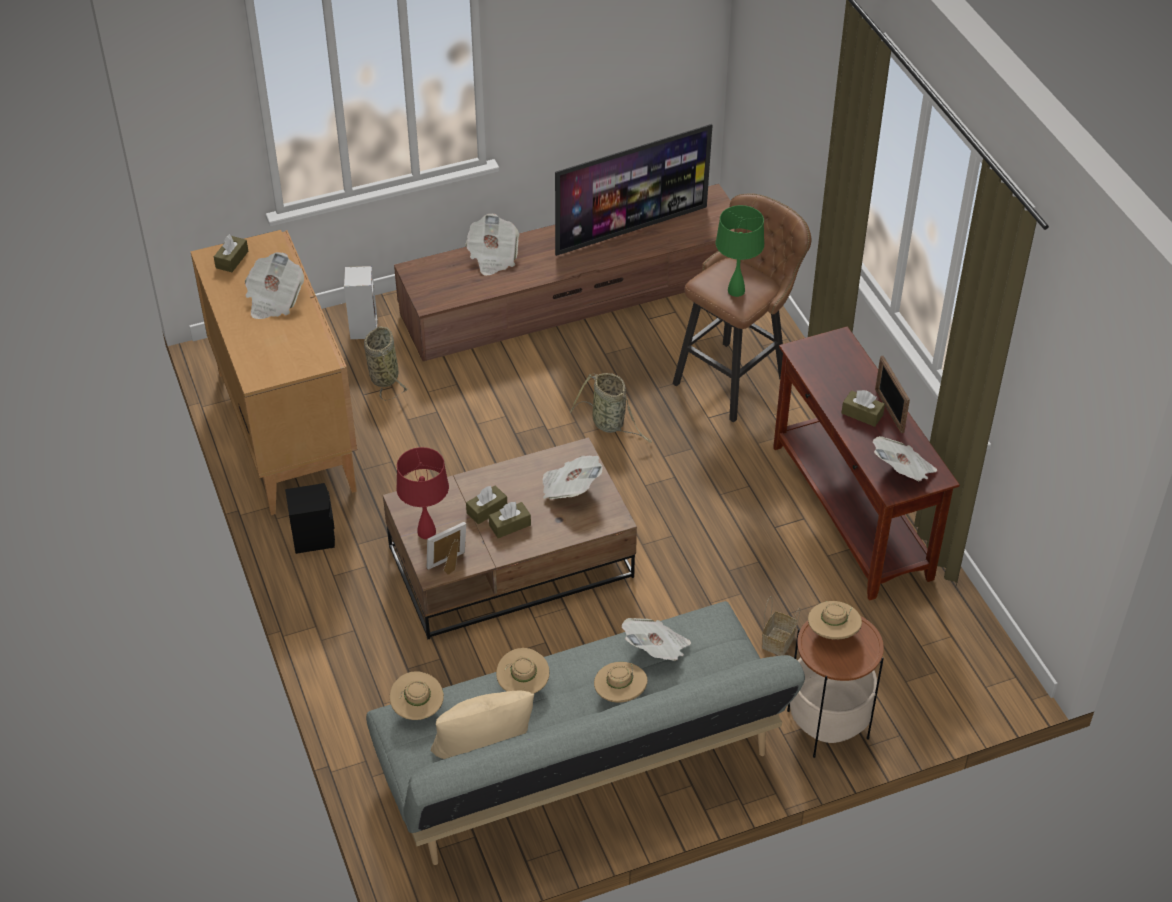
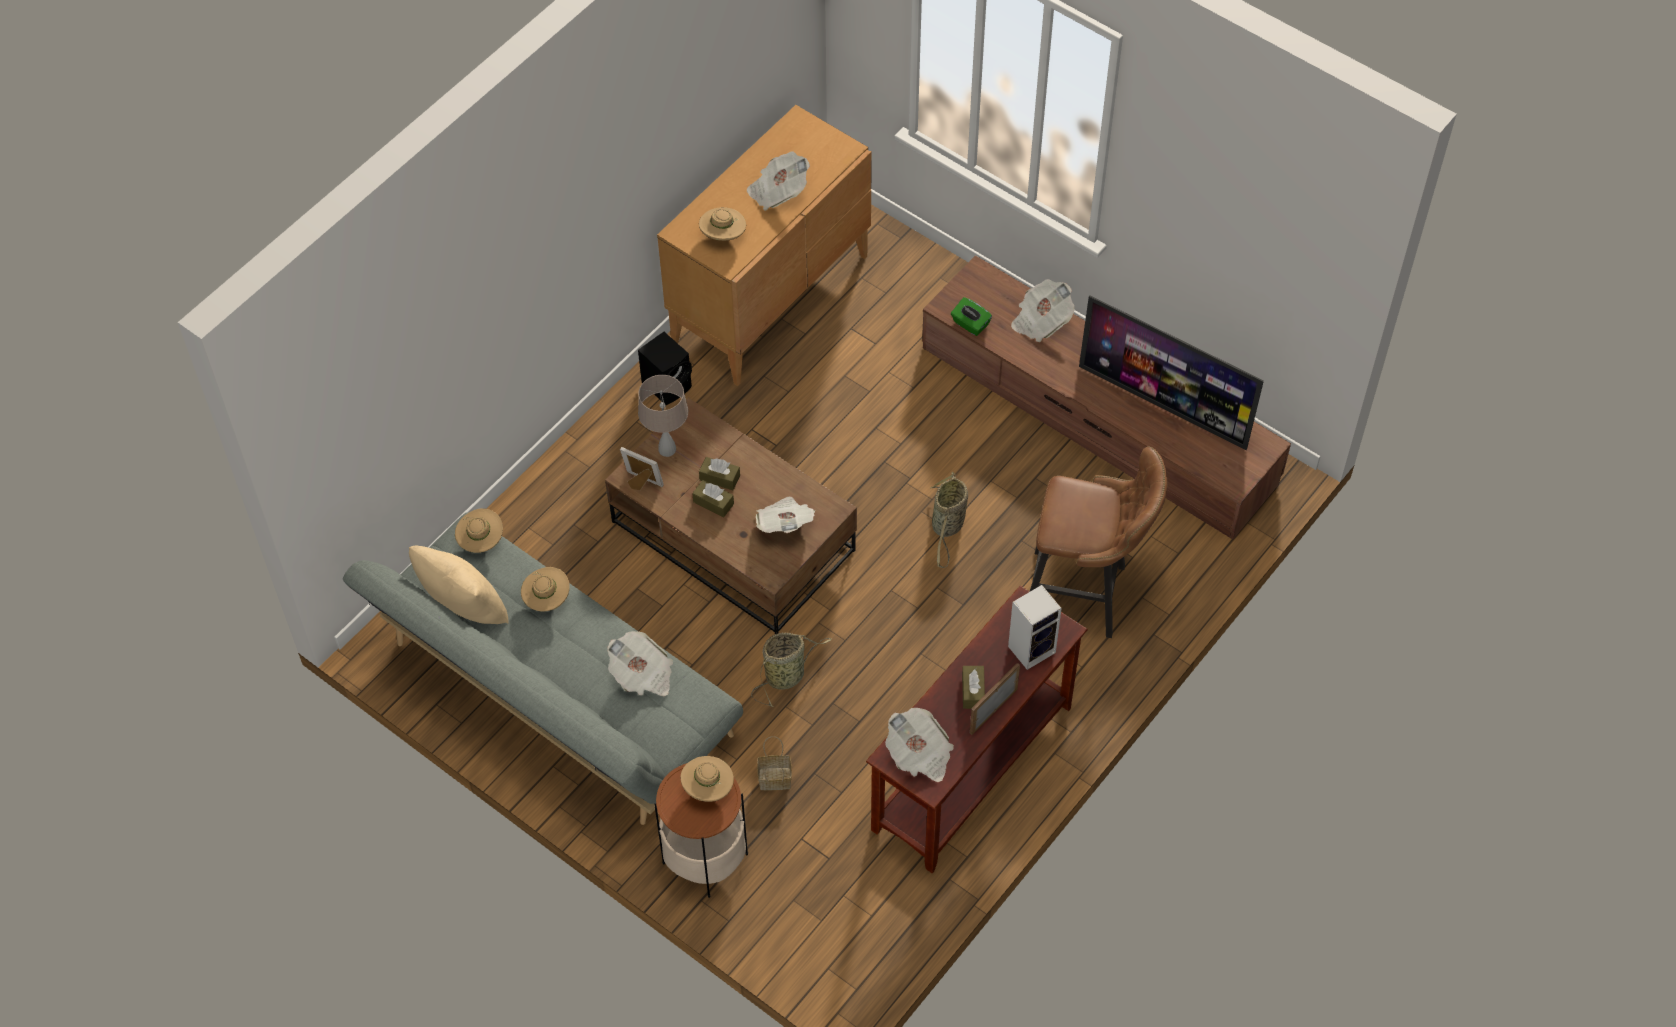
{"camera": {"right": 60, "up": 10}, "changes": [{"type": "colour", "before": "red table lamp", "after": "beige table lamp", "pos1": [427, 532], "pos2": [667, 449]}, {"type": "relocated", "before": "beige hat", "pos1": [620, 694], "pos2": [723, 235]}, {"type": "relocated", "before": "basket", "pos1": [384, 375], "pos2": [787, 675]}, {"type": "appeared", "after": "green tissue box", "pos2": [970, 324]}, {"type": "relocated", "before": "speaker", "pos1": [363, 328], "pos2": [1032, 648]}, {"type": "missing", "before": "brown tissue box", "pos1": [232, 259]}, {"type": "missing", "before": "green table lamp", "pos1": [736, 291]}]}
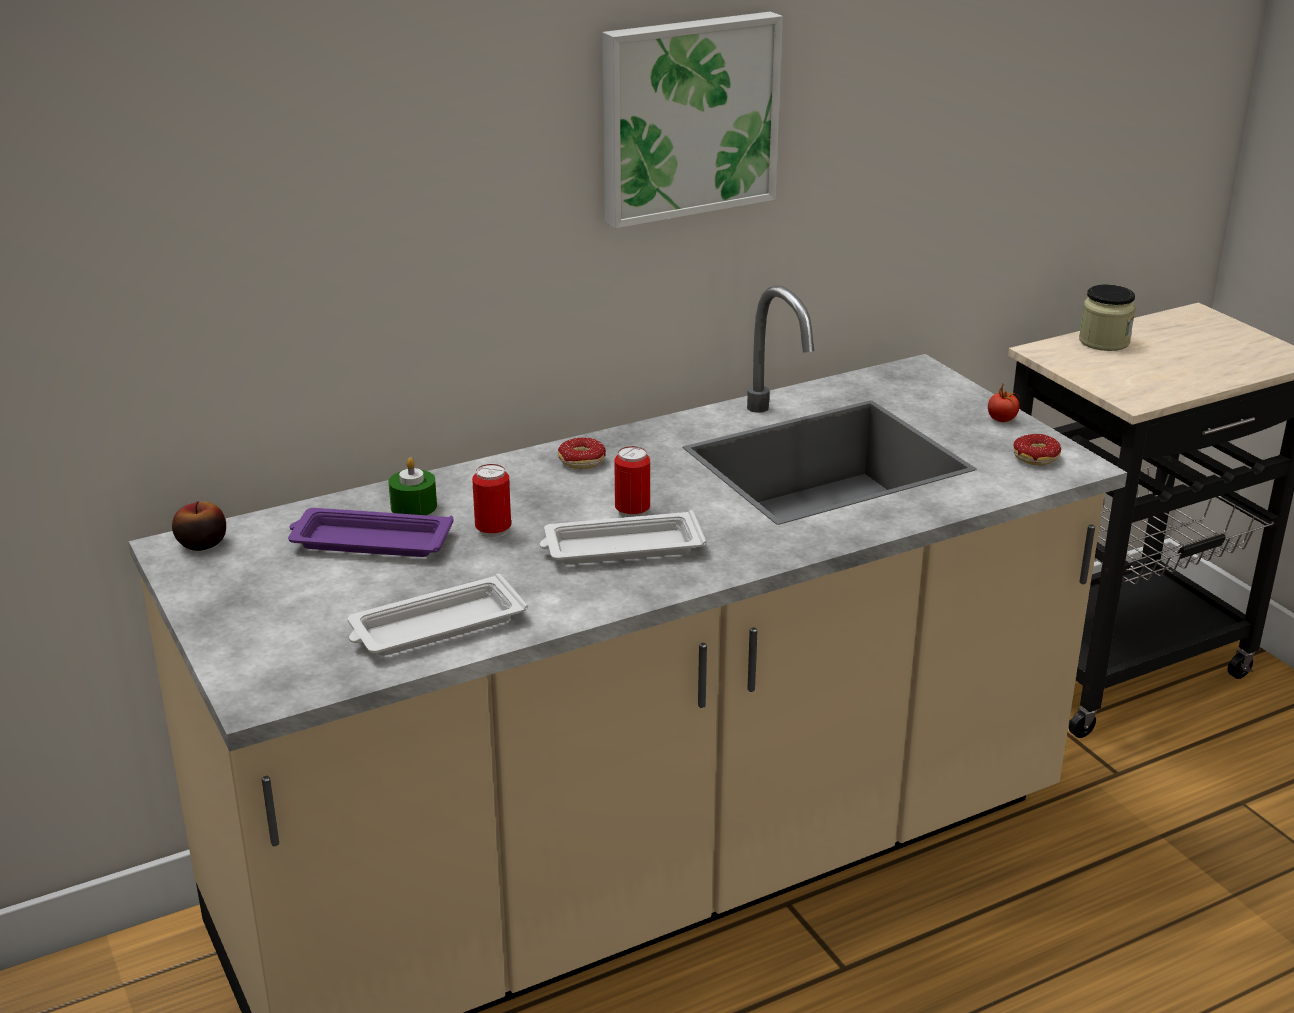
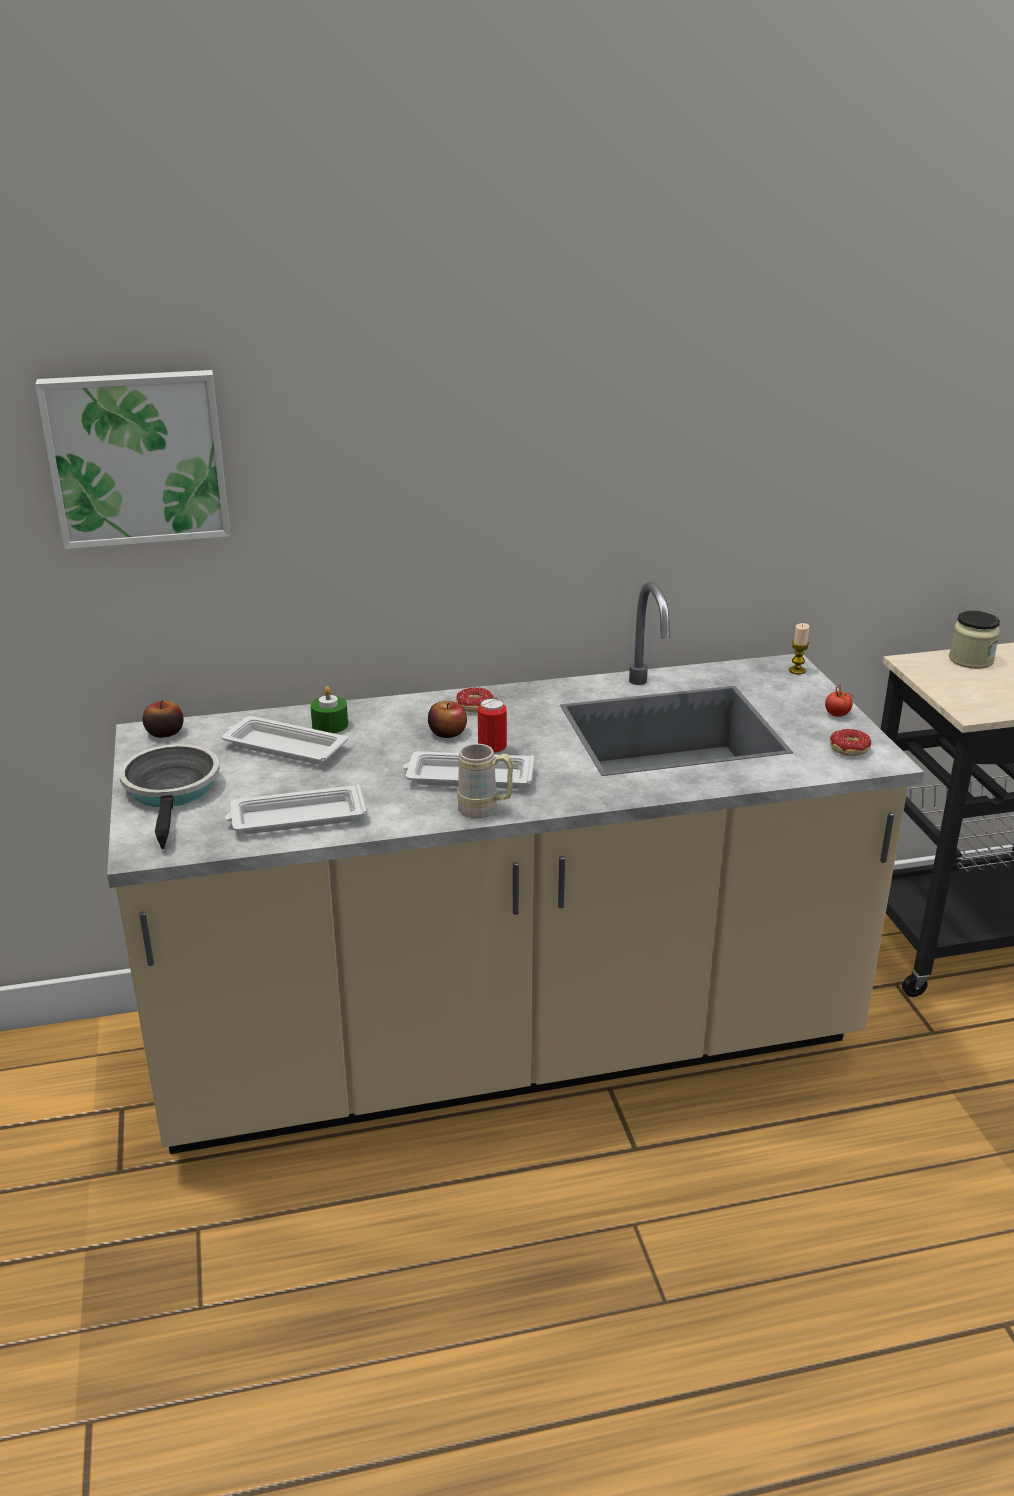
{"camera": {"right": 15, "up": 0}, "changes": [{"type": "relocated", "before": "picture", "pos1": [687, 117], "pos2": [137, 457]}, {"type": "appeared", "after": "frying pan", "pos2": [172, 791]}, {"type": "colour", "before": "purple tray", "after": "white tray", "pos1": [369, 541], "pos2": [283, 747]}, {"type": "appeared", "after": "apple", "pos2": [447, 732]}, {"type": "appeared", "after": "beige mug", "pos2": [485, 810]}, {"type": "appeared", "after": "candle", "pos2": [797, 670]}, {"type": "missing", "before": "can", "pos1": [493, 531]}]}
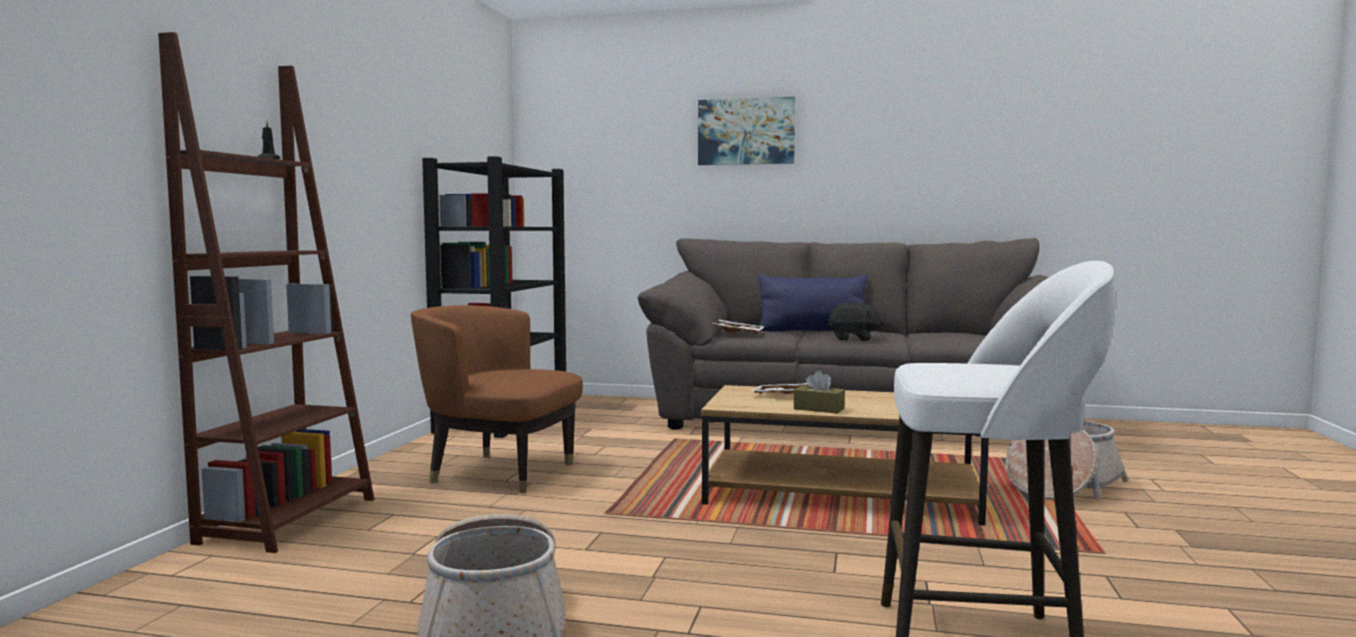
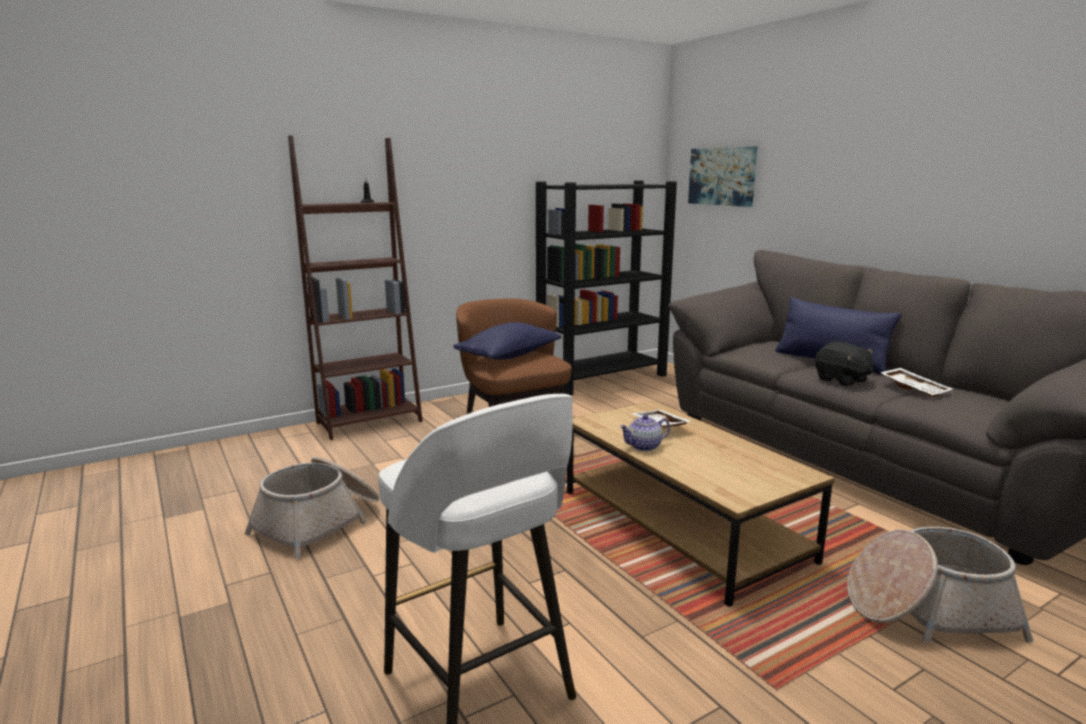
{"camera": {"right": 45, "up": 10}, "changes": [{"type": "appeared", "after": "blue pillow", "pos2": [508, 356]}, {"type": "exchanged", "before": "brown tissue box", "after": "teapot", "pos1": [819, 409], "pos2": [644, 446]}, {"type": "relocated", "before": "picture", "pos1": [746, 131], "pos2": [722, 176]}, {"type": "relocated", "before": "white tray", "pos1": [737, 332], "pos2": [915, 389]}]}
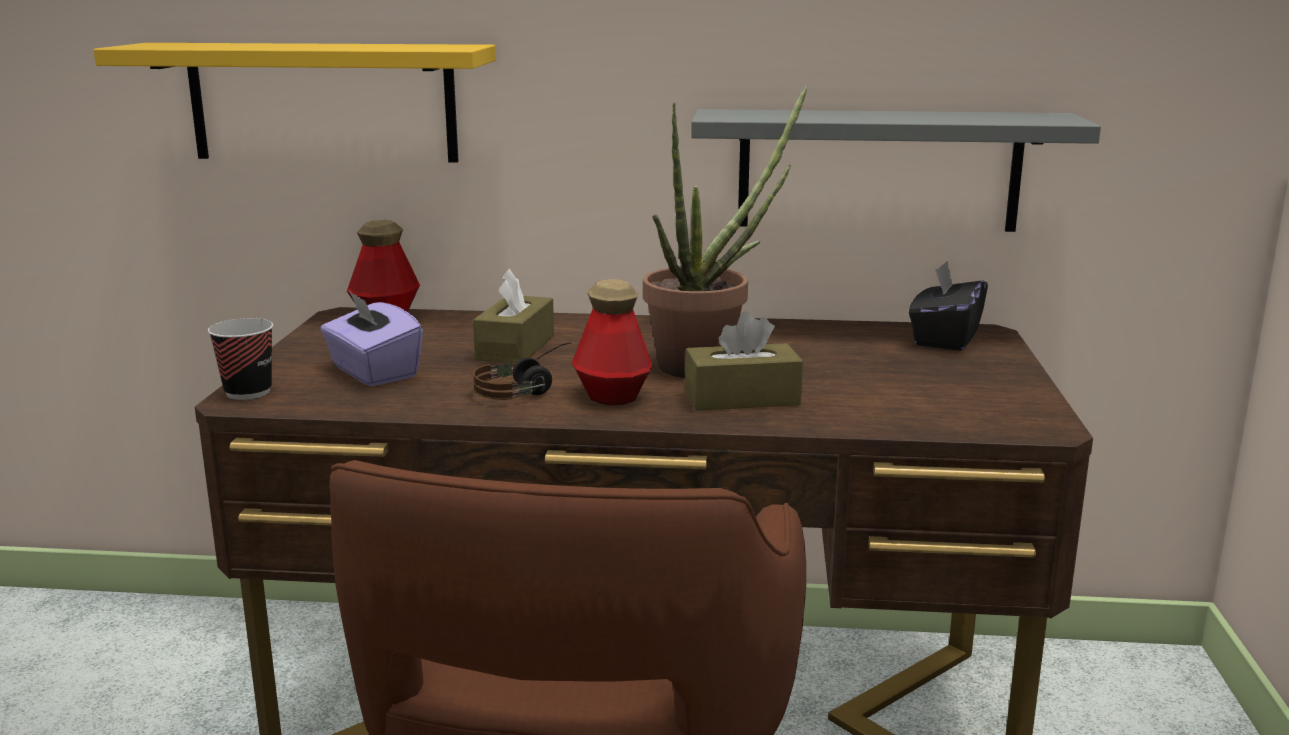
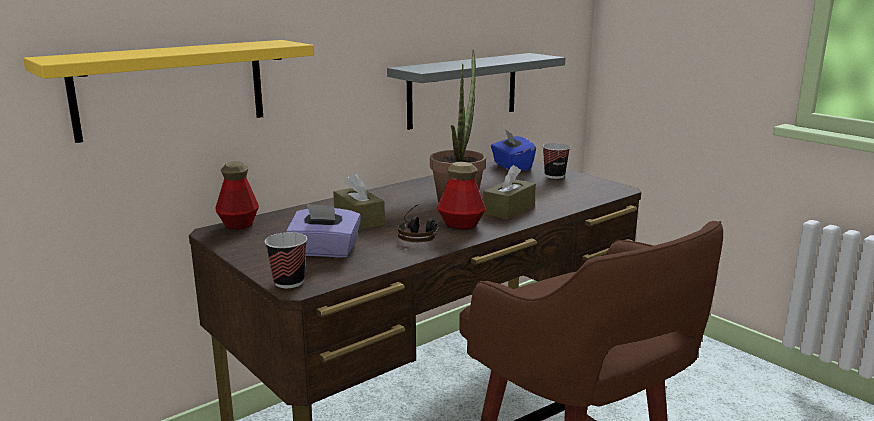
{"camera": {"right": -45, "up": 0}, "changes": [{"type": "colour", "before": "black tissue box", "after": "blue tissue box", "pos1": [945, 338], "pos2": [511, 166]}, {"type": "appeared", "after": "cup", "pos2": [554, 176]}]}
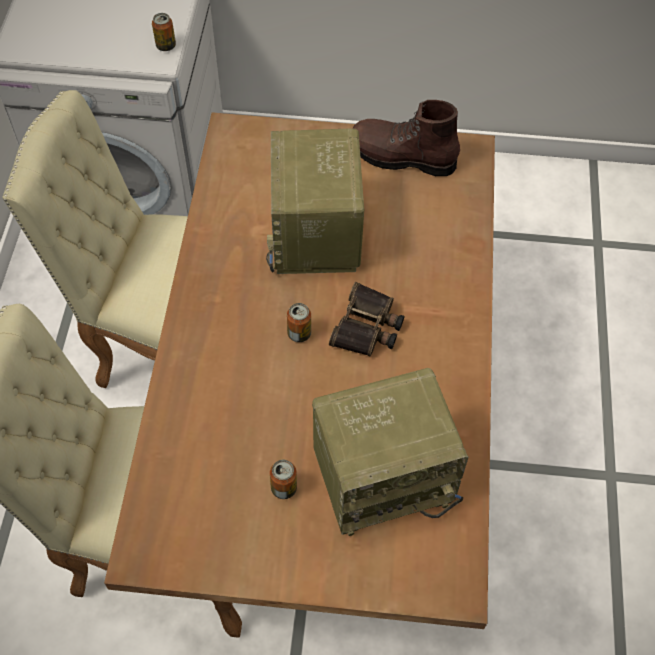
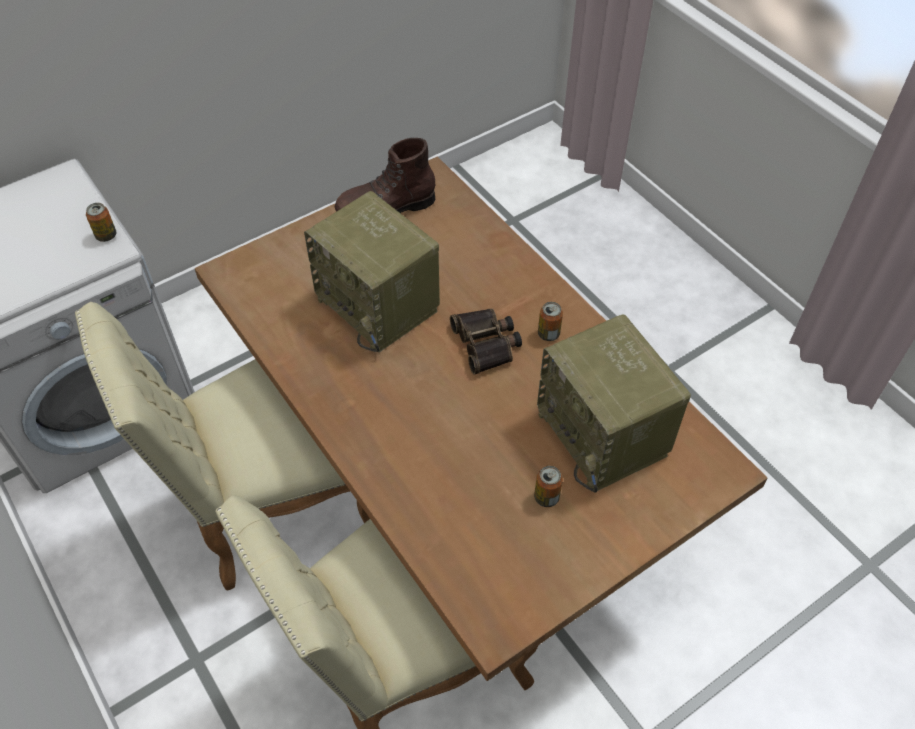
{"camera": {"right": -40, "up": -5}, "changes": [{"type": "spun", "before": "radio", "pos1": [384, 475], "pos2": [604, 434], "turn": 120}, {"type": "relocated", "before": "can", "pos1": [299, 333], "pos2": [548, 334]}]}
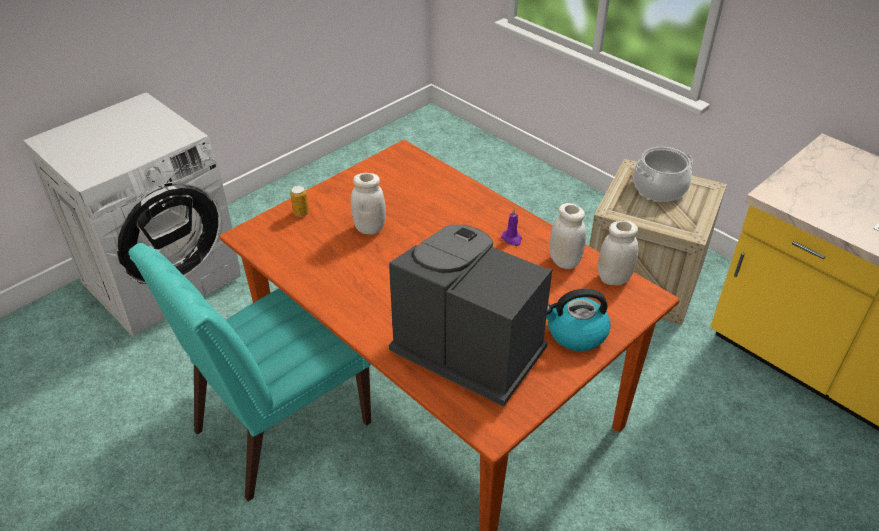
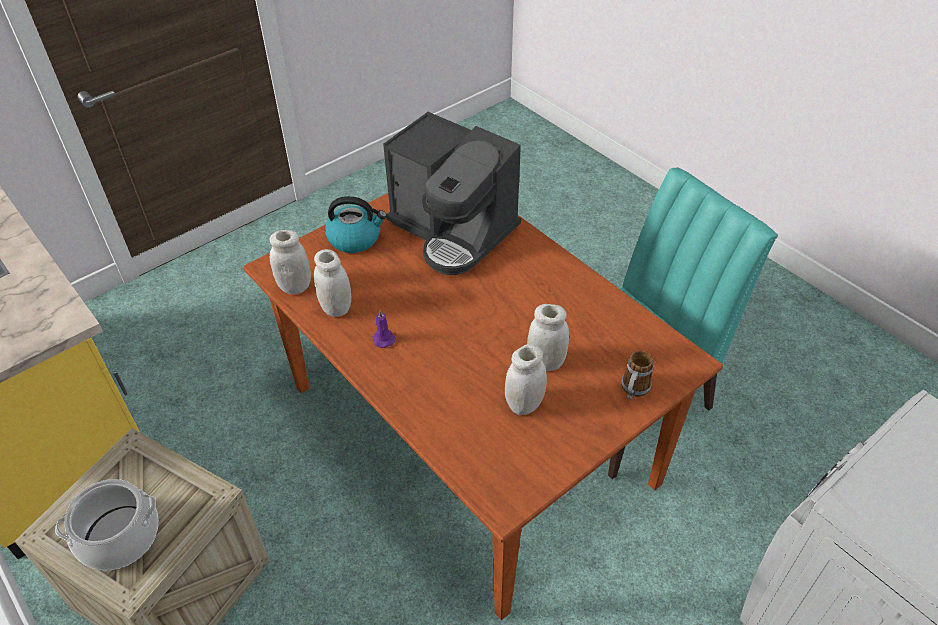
{"camera": {"right": -175, "up": 5}, "changes": [{"type": "appeared", "after": "white jar", "pos2": [524, 404]}, {"type": "exchanged", "before": "can", "after": "mug", "pos1": [301, 213], "pos2": [633, 390]}]}
